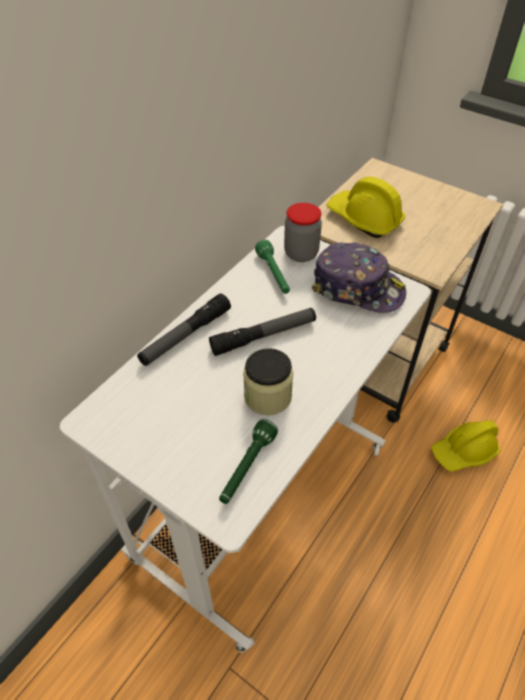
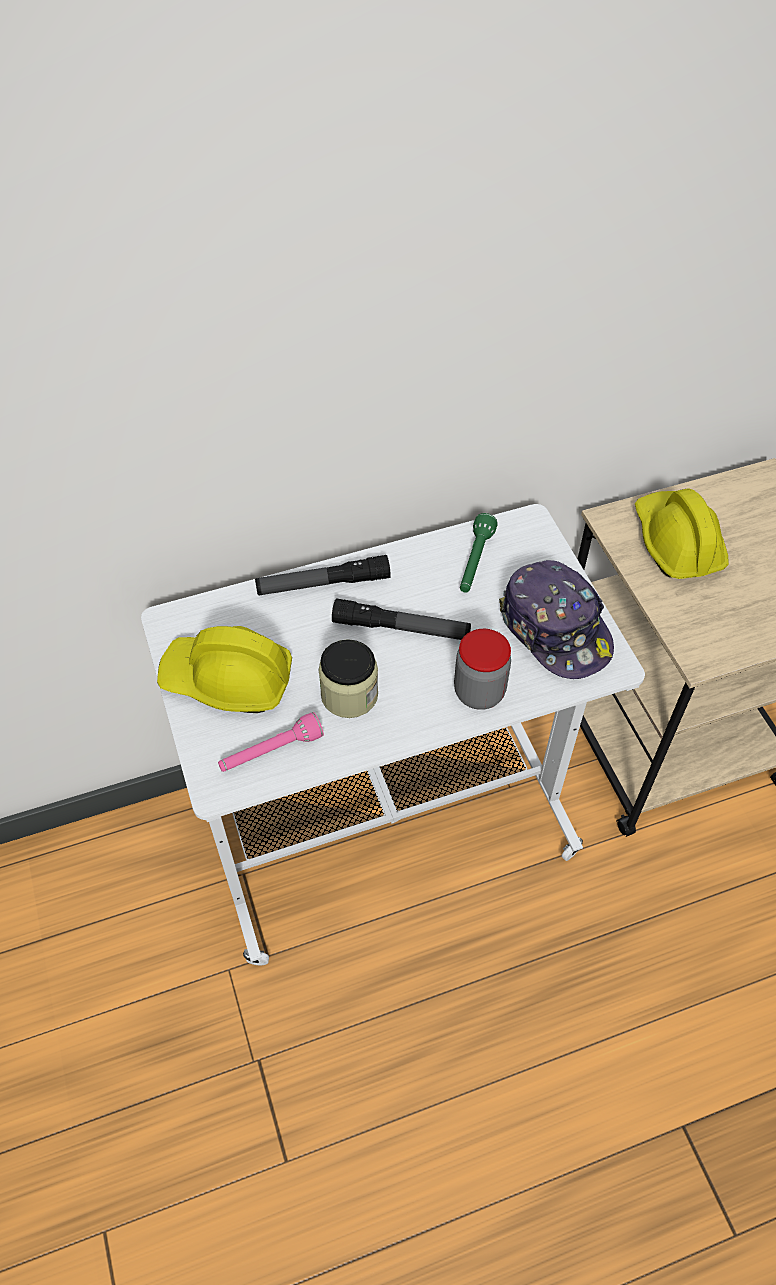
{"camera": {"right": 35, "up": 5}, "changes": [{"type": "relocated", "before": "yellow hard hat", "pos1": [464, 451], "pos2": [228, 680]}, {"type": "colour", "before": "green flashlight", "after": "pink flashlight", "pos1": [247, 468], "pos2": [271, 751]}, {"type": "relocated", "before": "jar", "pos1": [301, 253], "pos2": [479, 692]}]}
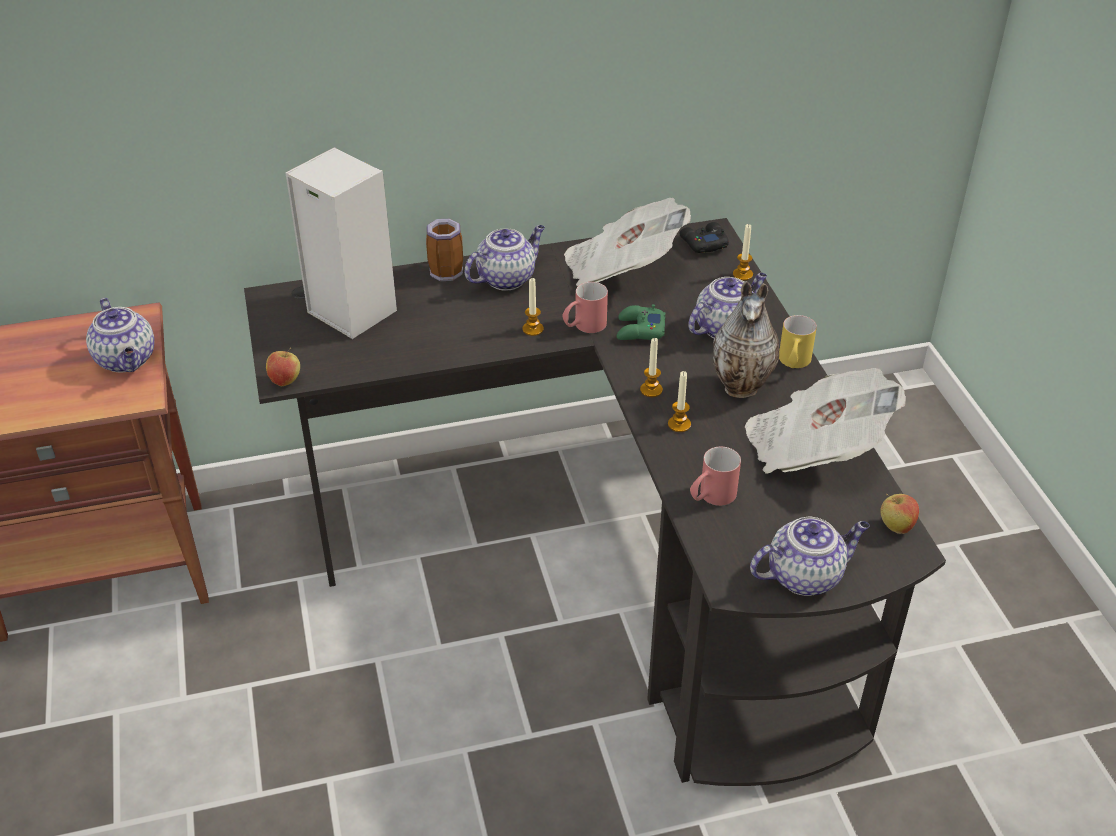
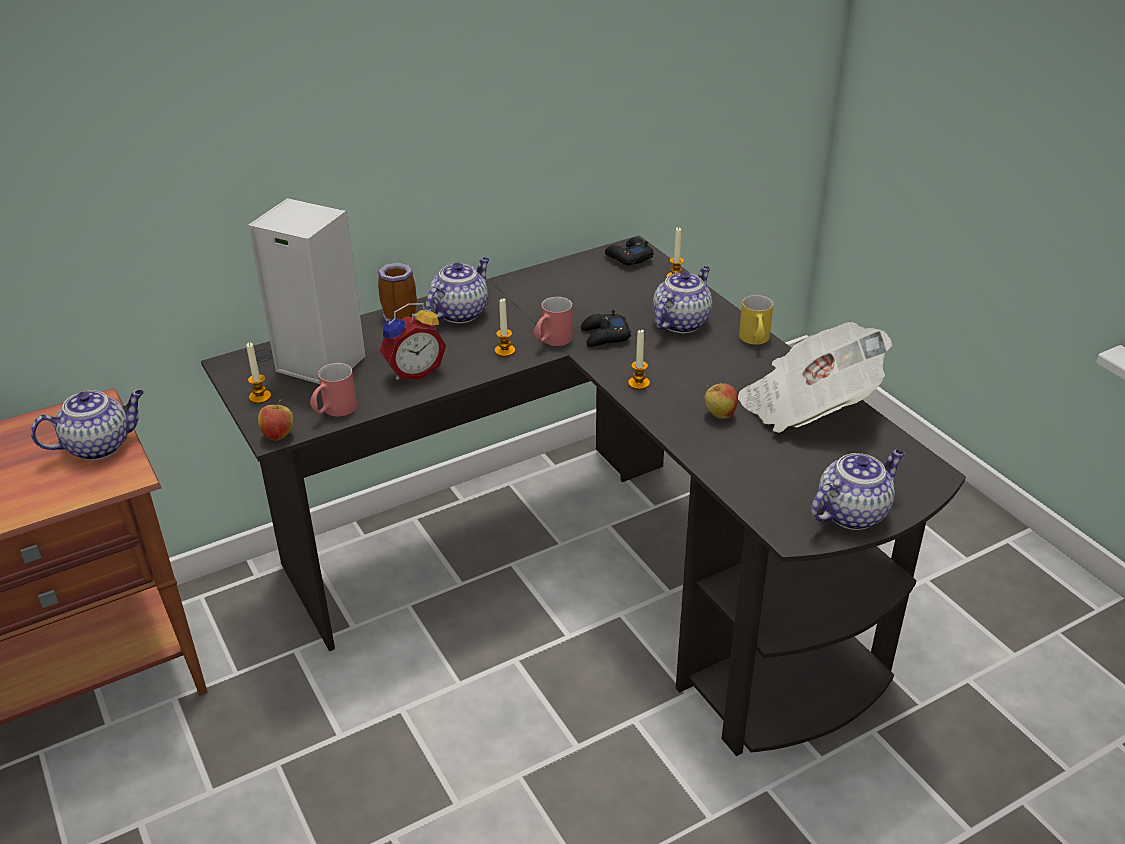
{"camera": {"right": -15, "up": -5}, "changes": [{"type": "spun", "before": "teapot", "pos1": [127, 360], "pos2": [100, 445], "turn": -75}, {"type": "relocated", "before": "candle", "pos1": [679, 424], "pos2": [260, 397]}, {"type": "relocated", "before": "red mug", "pos1": [711, 497], "pos2": [334, 411]}, {"type": "appeared", "after": "alarm clock", "pos2": [413, 371]}, {"type": "colour", "before": "green game controller", "after": "black game controller", "pos1": [640, 330], "pos2": [605, 336]}, {"type": "relocated", "before": "apple", "pos1": [895, 527], "pos2": [719, 415]}, {"type": "missing", "before": "newspaper", "pos1": [622, 269]}, {"type": "missing", "before": "vase", "pos1": [743, 387]}]}
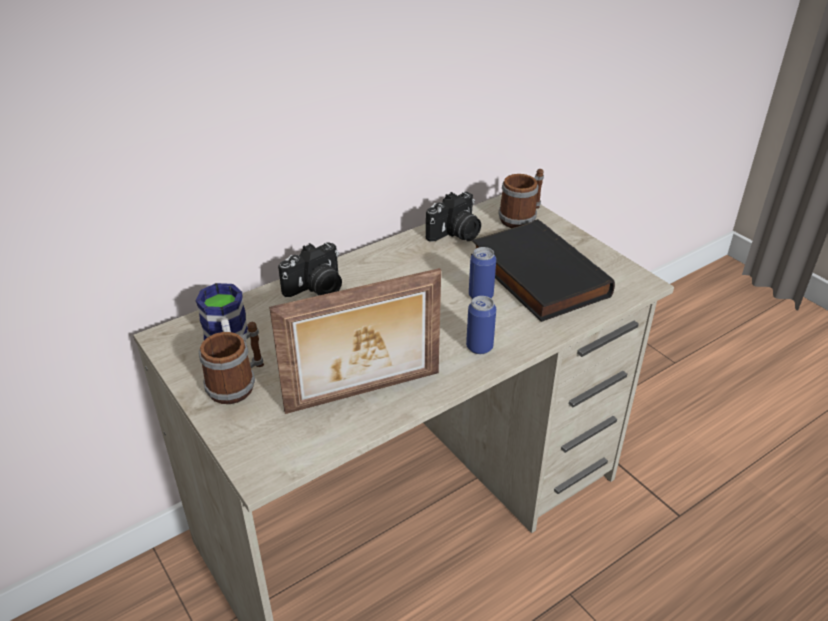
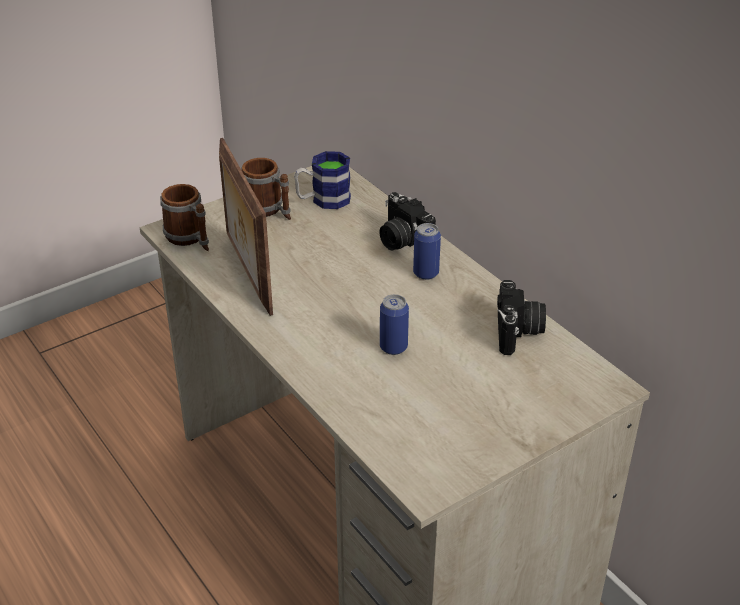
{"camera": {"right": 90, "up": 0}, "changes": [{"type": "relocated", "before": "mug", "pos1": [522, 217], "pos2": [190, 239]}, {"type": "relocated", "before": "can", "pos1": [479, 347], "pos2": [426, 273]}, {"type": "spun", "before": "photo camera", "pos1": [455, 234], "pos2": [518, 332], "turn": -135}, {"type": "missing", "before": "black book", "pos1": [535, 276]}]}
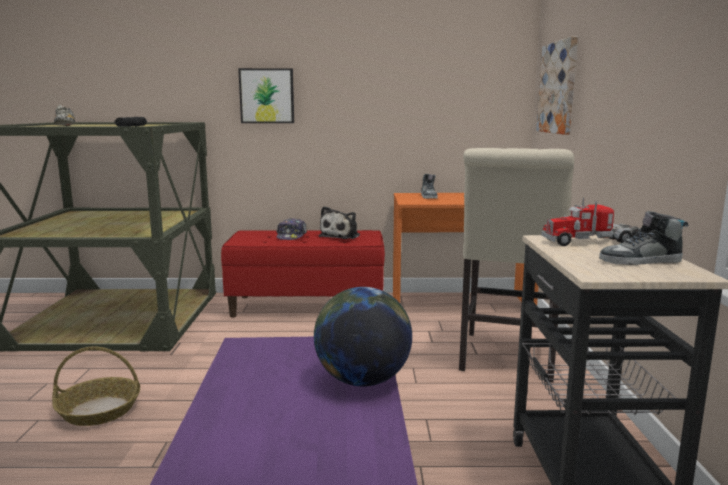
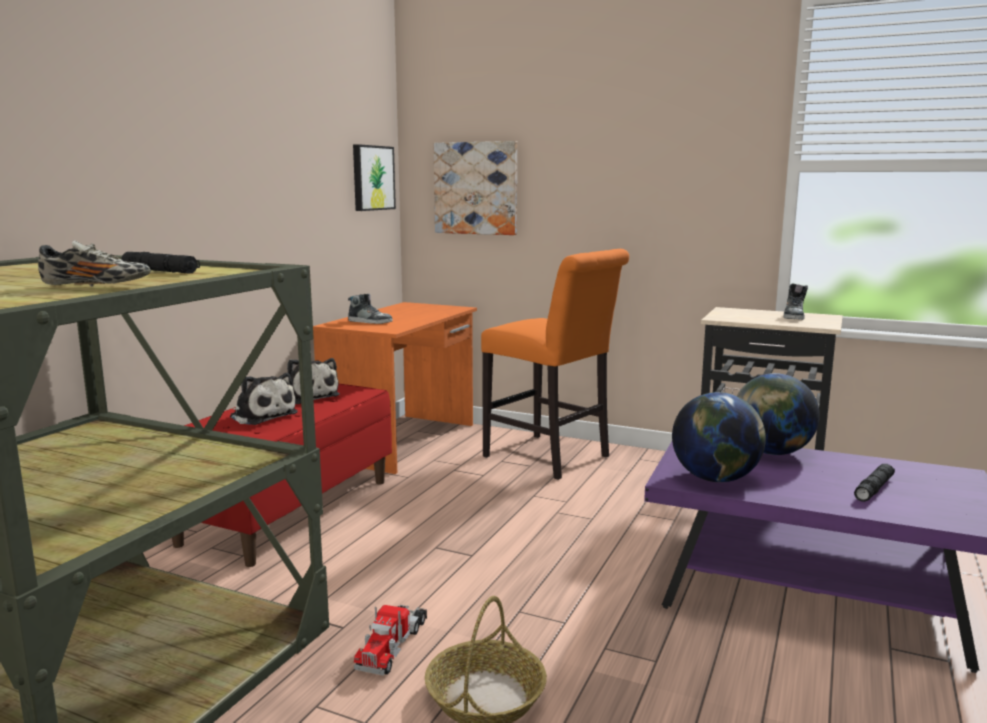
{"camera": {"right": -65, "up": 0}, "changes": [{"type": "exchanged", "before": "cap", "after": "plush toy", "pos1": [291, 236], "pos2": [262, 415]}, {"type": "relocated", "before": "picture", "pos1": [267, 96], "pos2": [372, 178]}, {"type": "relocated", "before": "toy truck", "pos1": [595, 242], "pos2": [393, 645]}, {"type": "colour", "before": "beige stool", "after": "orange stool", "pos1": [506, 359], "pos2": [551, 459]}, {"type": "appeared", "after": "globe", "pos2": [715, 479]}, {"type": "appeared", "after": "black flashlight", "pos2": [874, 489]}]}
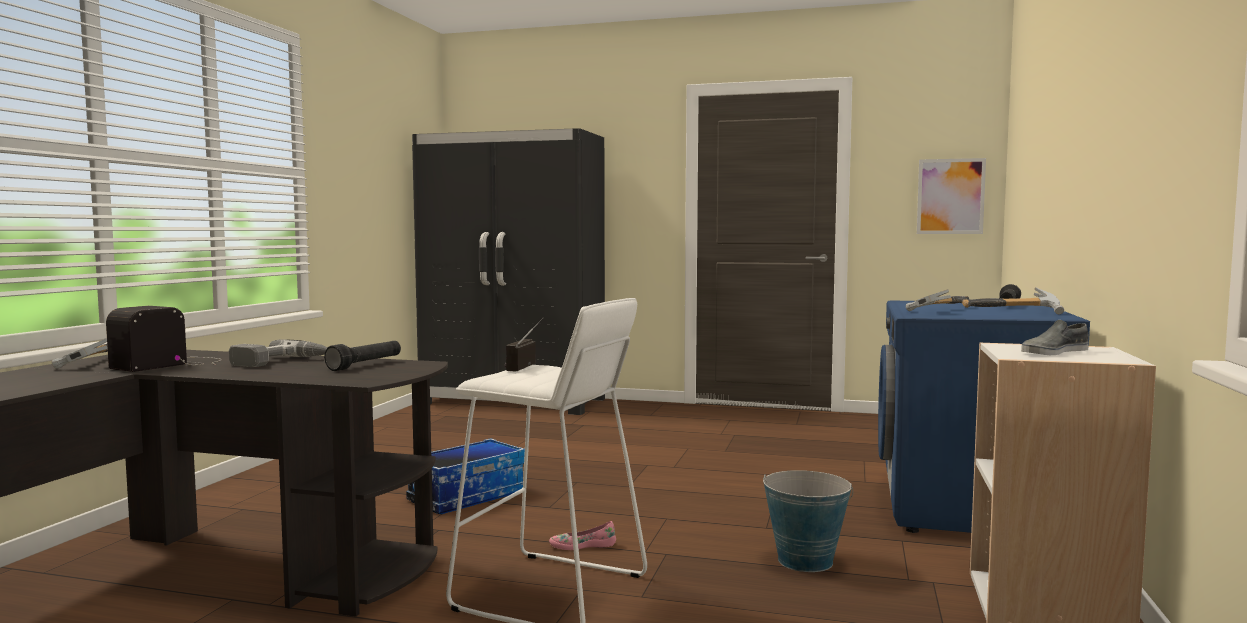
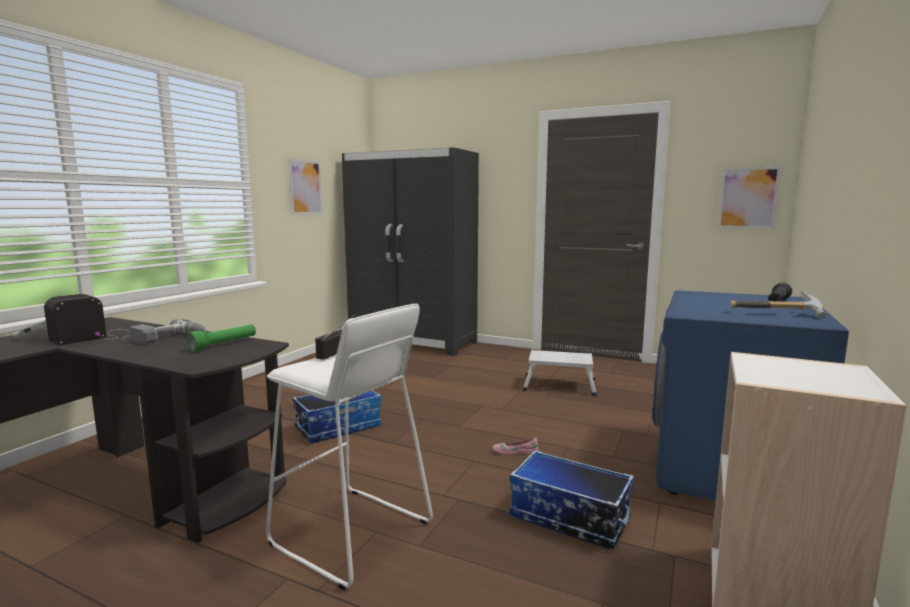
{"camera": {"right": 10, "up": 5}, "changes": [{"type": "colour", "before": "black flashlight", "after": "green flashlight", "pos1": [366, 365], "pos2": [224, 345]}, {"type": "appeared", "after": "picture", "pos2": [305, 187]}, {"type": "relocated", "before": "pink shoe", "pos1": [582, 545], "pos2": [515, 452]}, {"type": "exchanged", "before": "bucket", "after": "storage box", "pos1": [804, 561], "pos2": [568, 518]}, {"type": "appeared", "after": "white step ladder", "pos2": [560, 385]}, {"type": "missing", "before": "hammer", "pos1": [939, 310]}, {"type": "missing", "before": "grey shoe", "pos1": [1054, 352]}]}
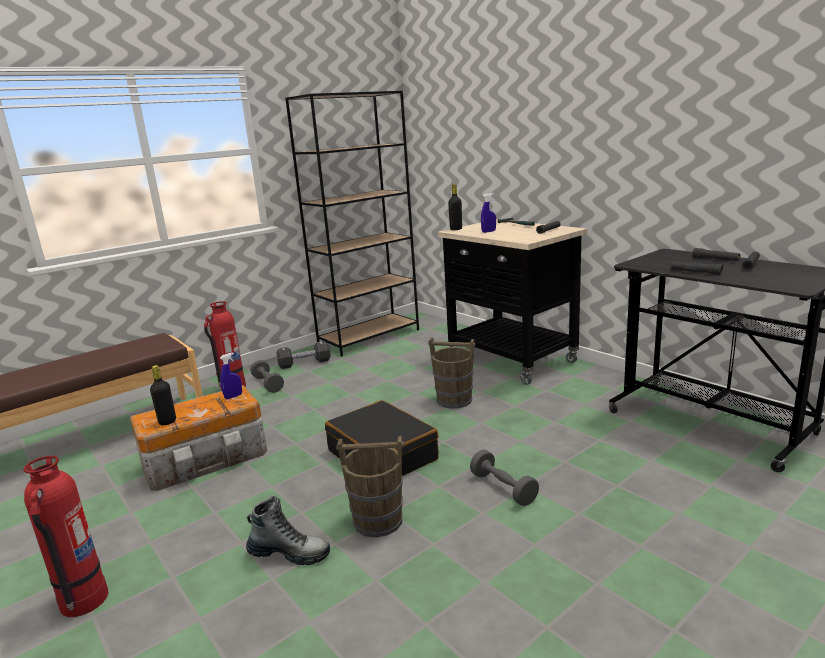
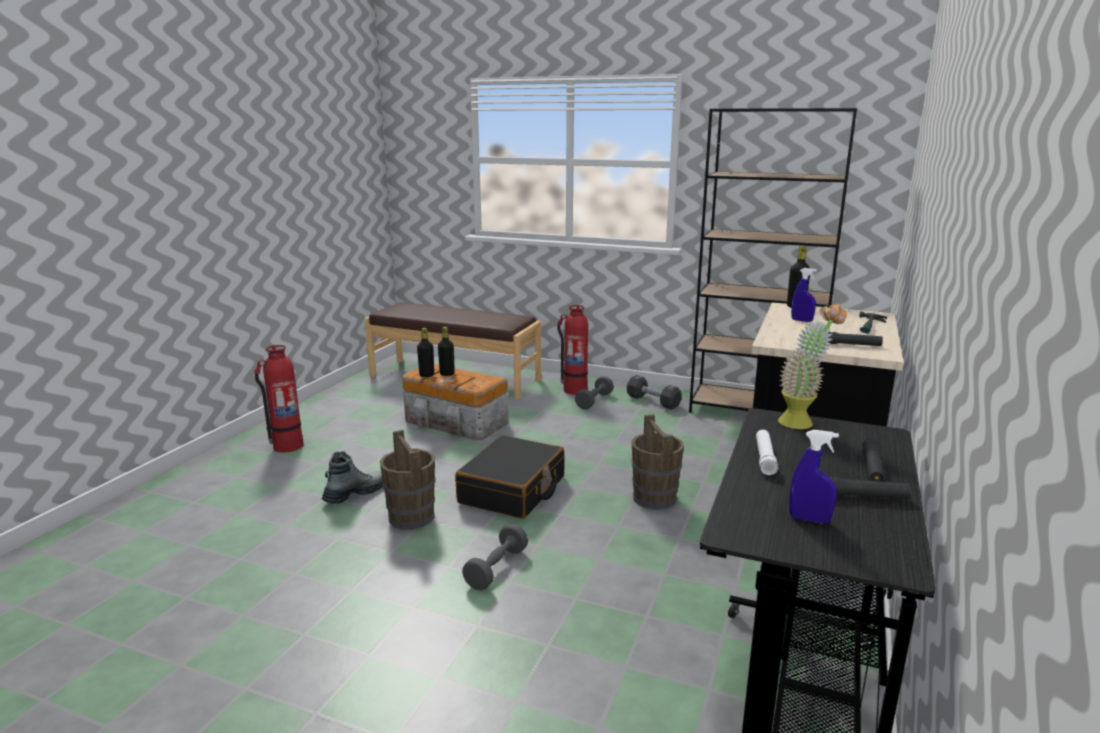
{"camera": {"right": 60, "up": 0}, "changes": [{"type": "spun", "before": "boot", "pos1": [289, 553], "pos2": [355, 494], "turn": -120}, {"type": "appeared", "after": "black bottle", "pos2": [447, 374]}, {"type": "colour", "before": "black flashlight", "after": "white flashlight", "pos1": [695, 272], "pos2": [764, 458]}, {"type": "appeared", "after": "potted plant", "pos2": [802, 421]}, {"type": "relocated", "before": "blue spray bottle", "pos1": [233, 396], "pos2": [809, 519]}]}
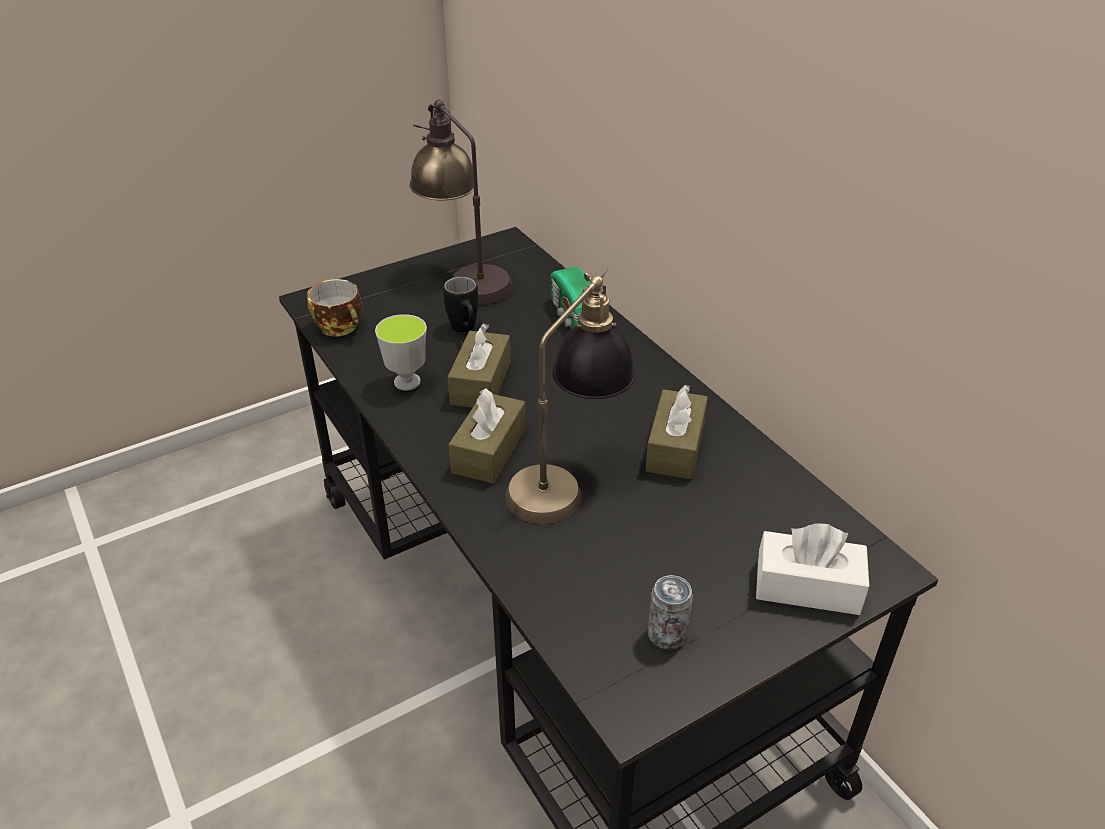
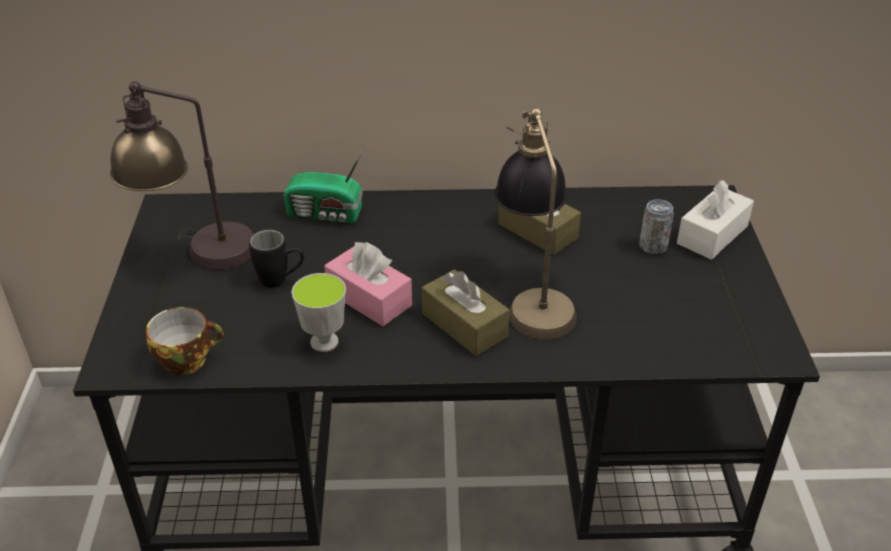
{"camera": {"right": -60, "up": 0}, "changes": [{"type": "colour", "before": "brown tissue box", "after": "pink tissue box", "pos1": [481, 383], "pos2": [369, 298]}, {"type": "relocated", "before": "can", "pos1": [667, 634], "pos2": [653, 247]}]}
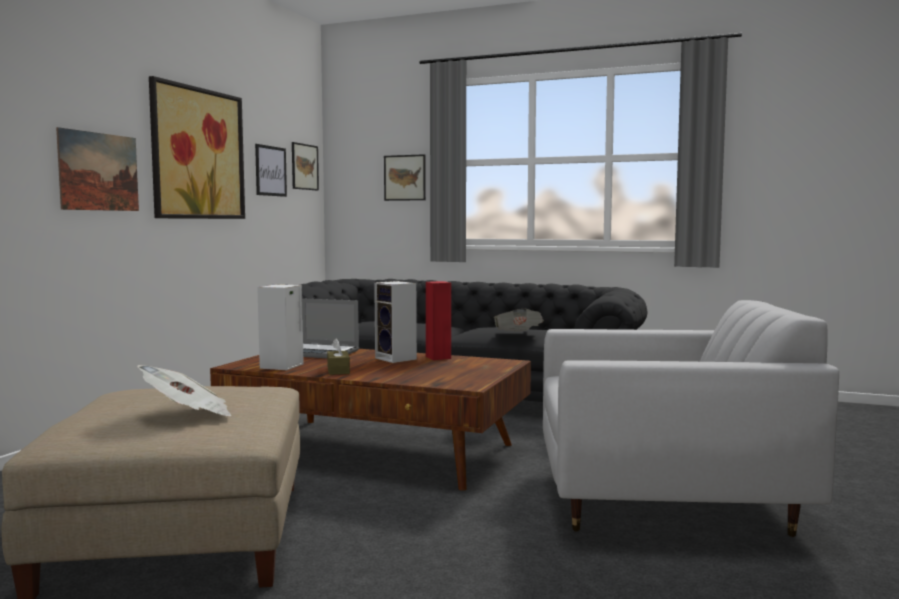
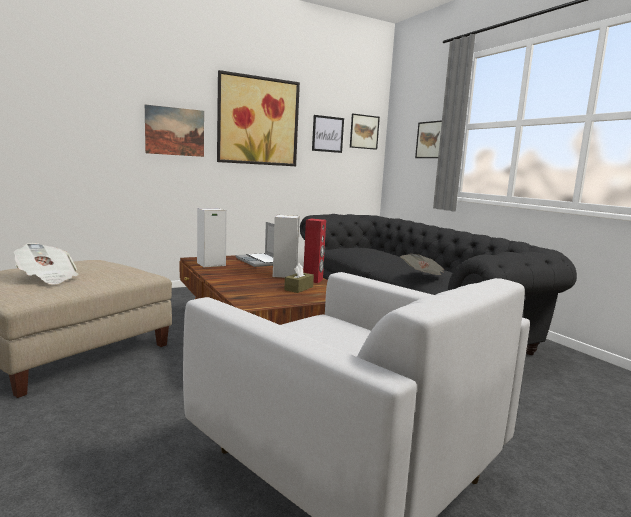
{"camera": {"right": 40, "up": 5}, "changes": [{"type": "relocated", "before": "brown tissue box", "pos1": [338, 370], "pos2": [299, 288]}]}
